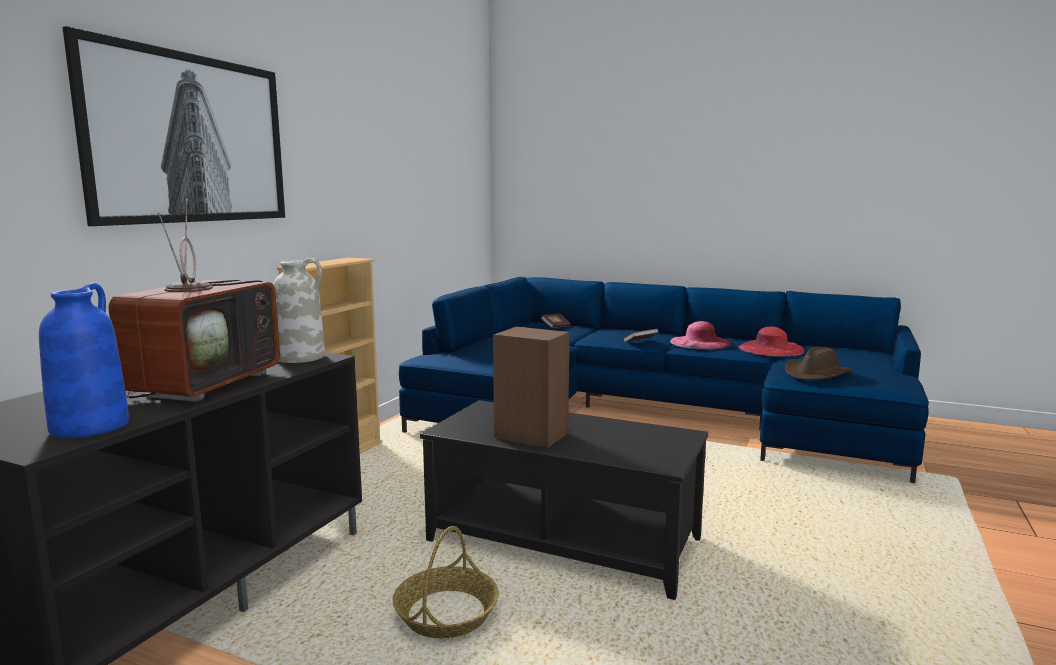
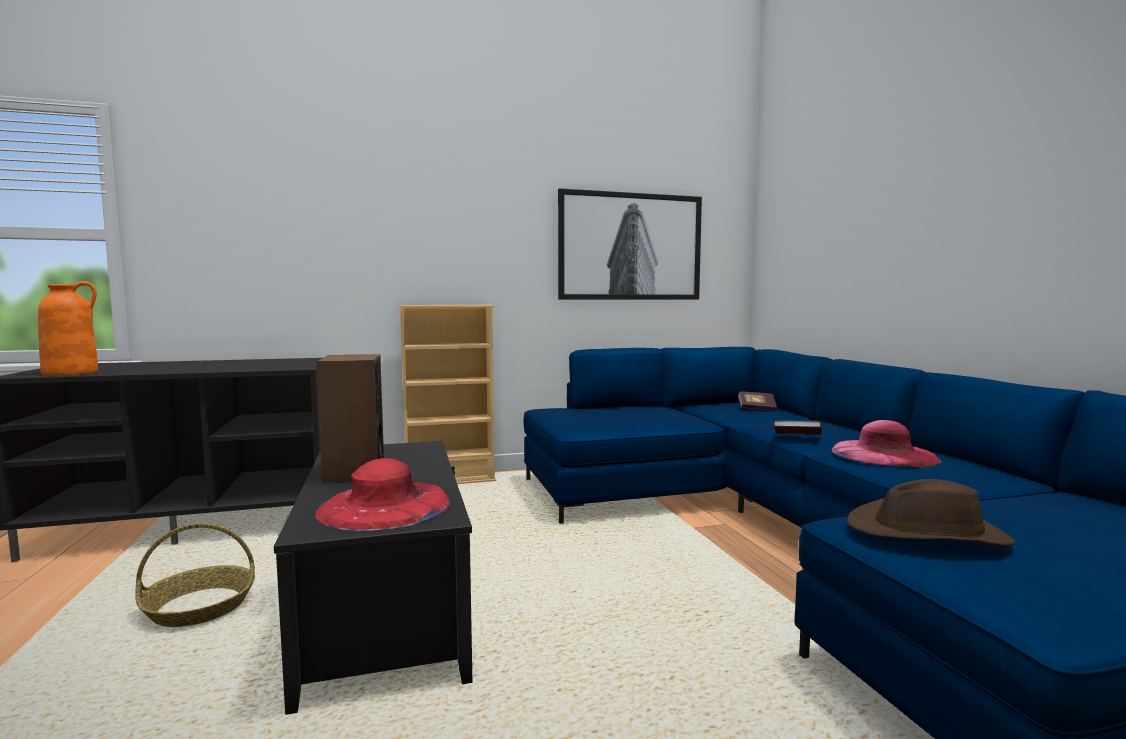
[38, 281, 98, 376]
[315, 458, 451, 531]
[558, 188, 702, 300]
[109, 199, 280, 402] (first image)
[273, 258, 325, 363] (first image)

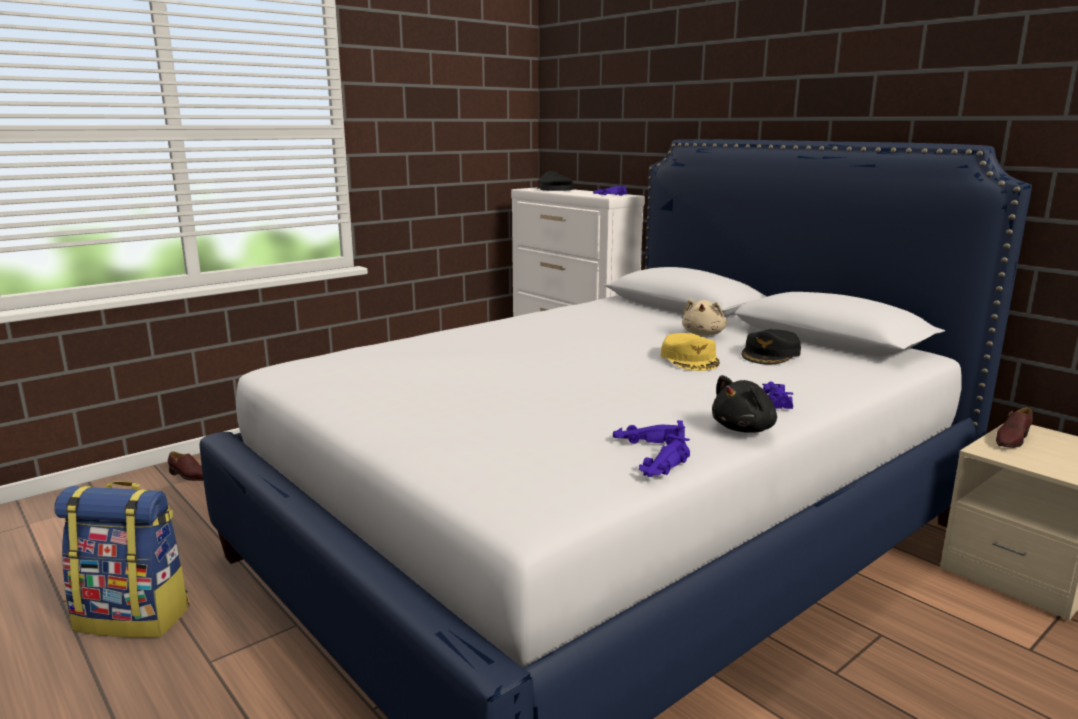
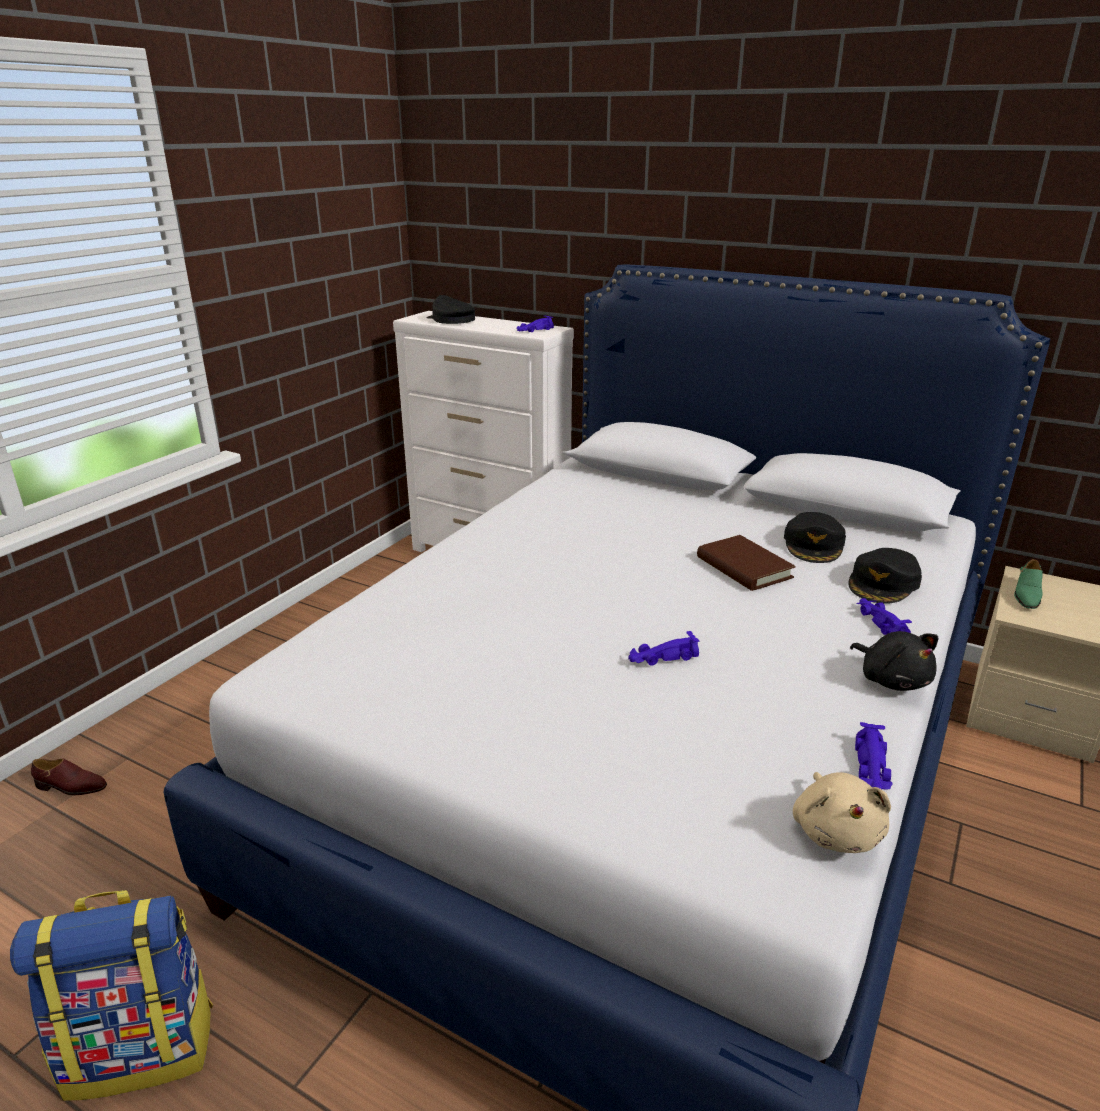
[628, 631, 699, 666]
[697, 535, 796, 591]
[793, 772, 891, 853]
[848, 548, 922, 604]
[850, 631, 939, 691]
[1014, 559, 1043, 609]

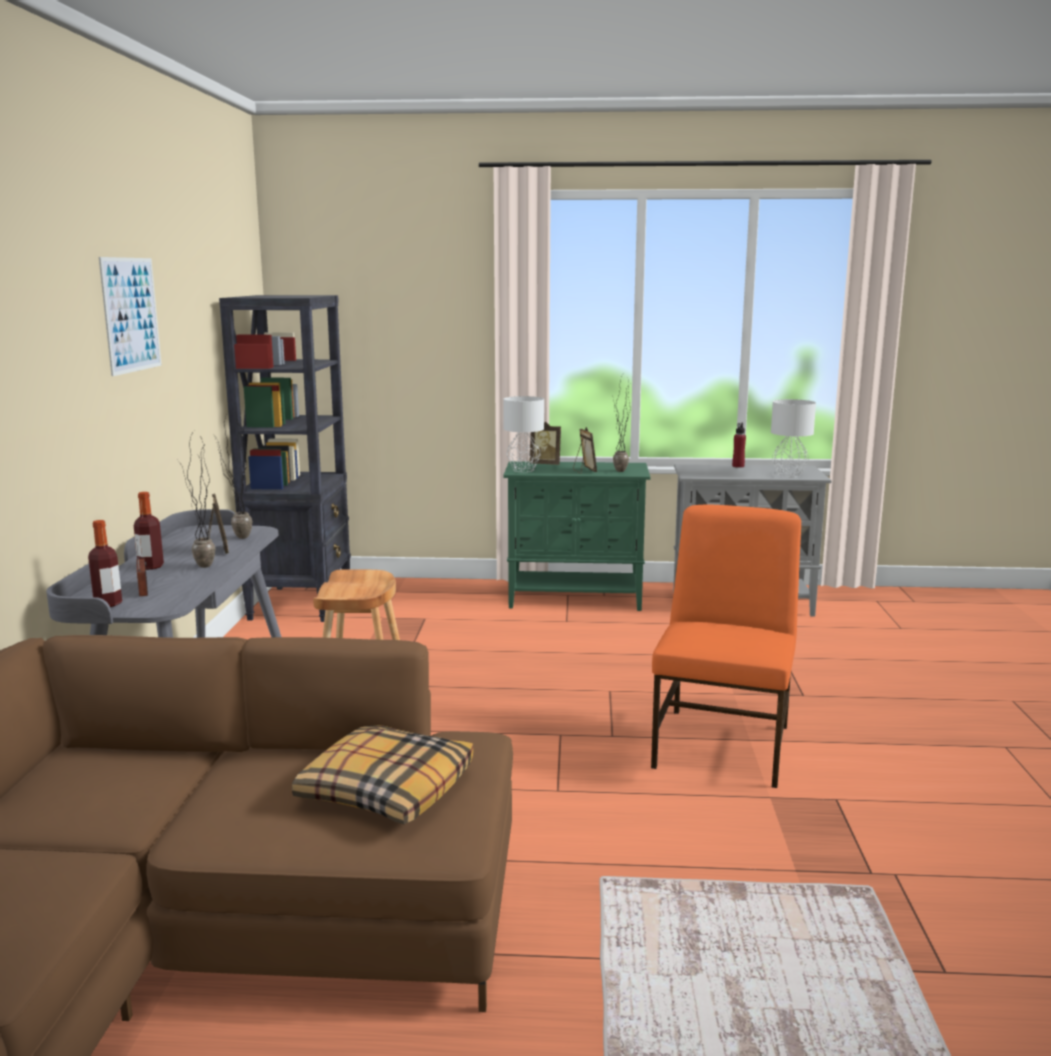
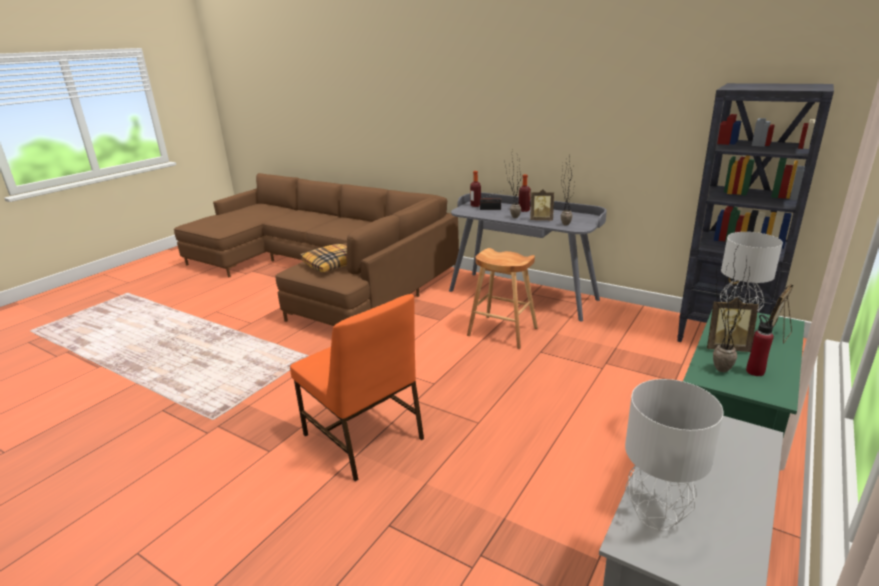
[746, 315, 774, 376]
[99, 257, 162, 376] (first image)

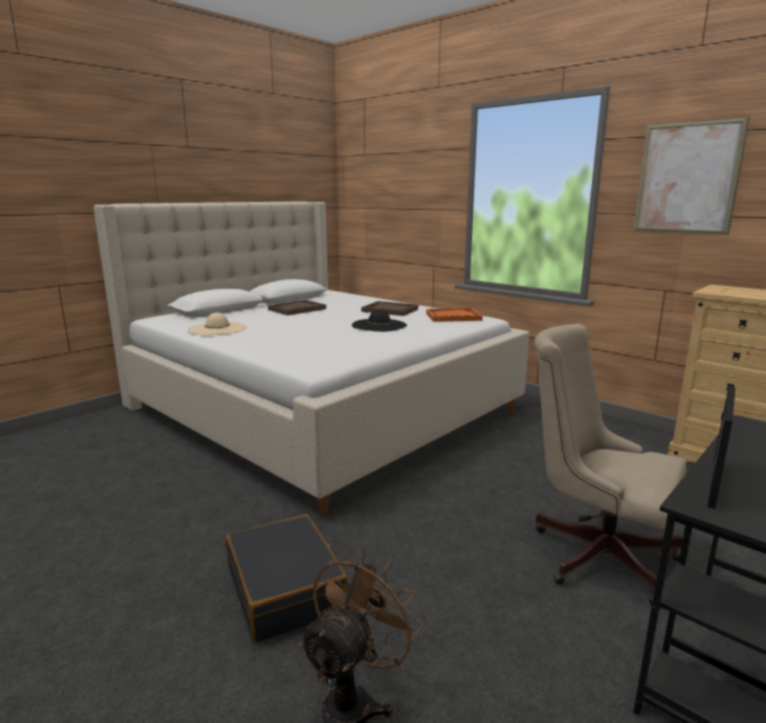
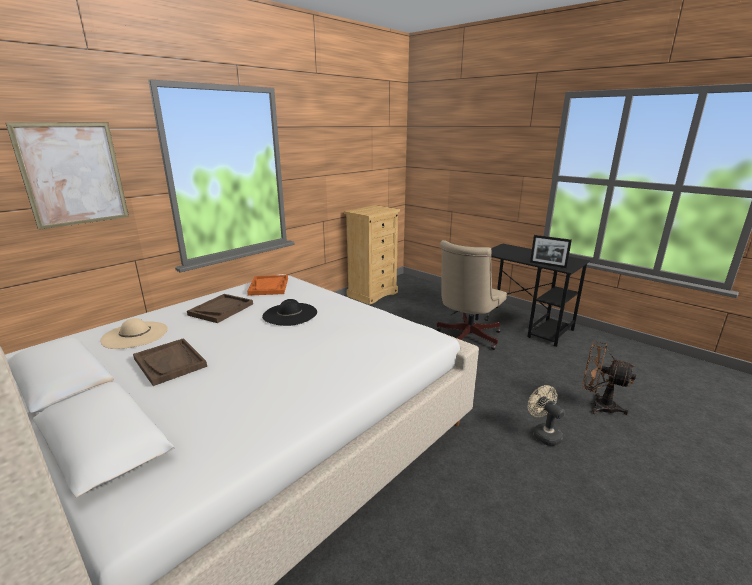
[5, 122, 129, 230]
[100, 318, 168, 349]
[528, 385, 565, 446]

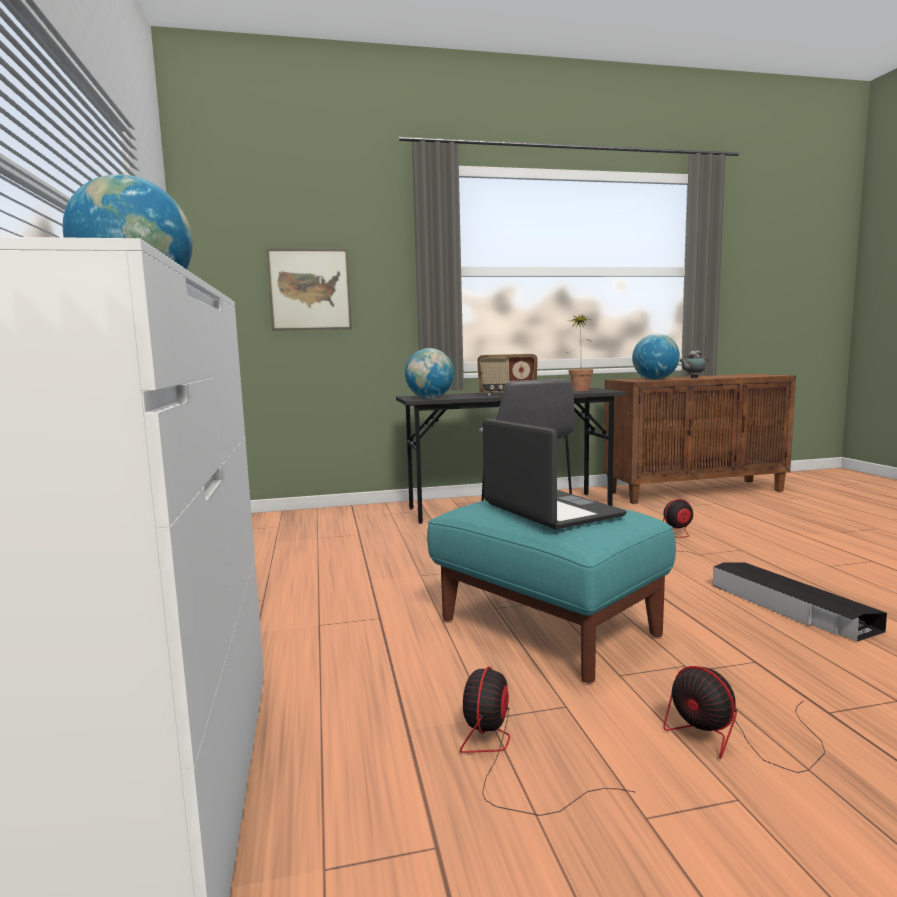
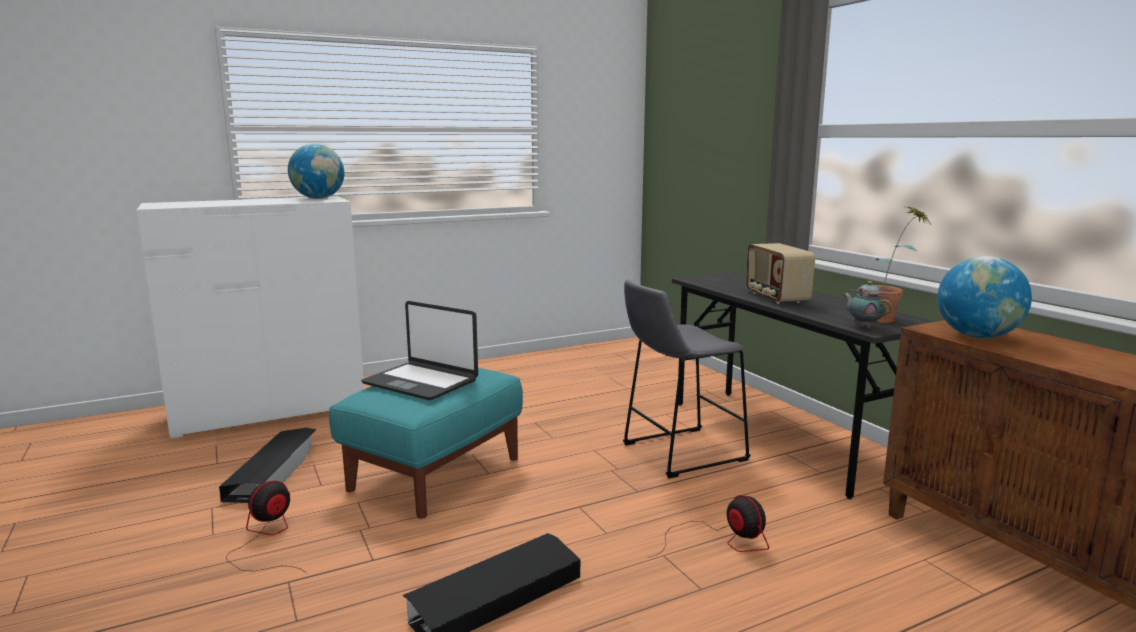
[219, 428, 317, 503]
[361, 301, 478, 400]
[843, 281, 892, 329]
[266, 248, 352, 331] (first image)
[405, 348, 454, 398] (first image)

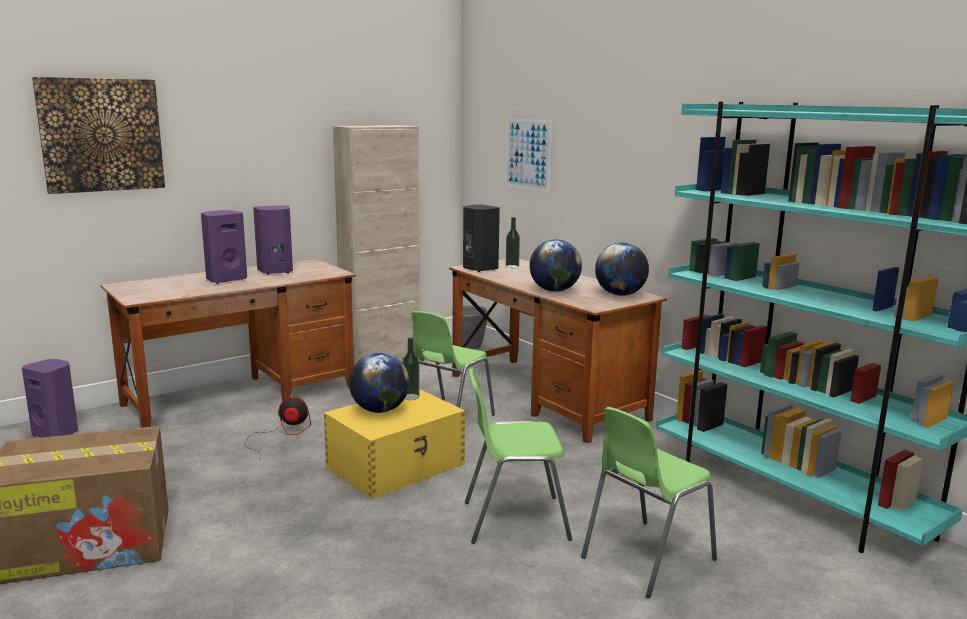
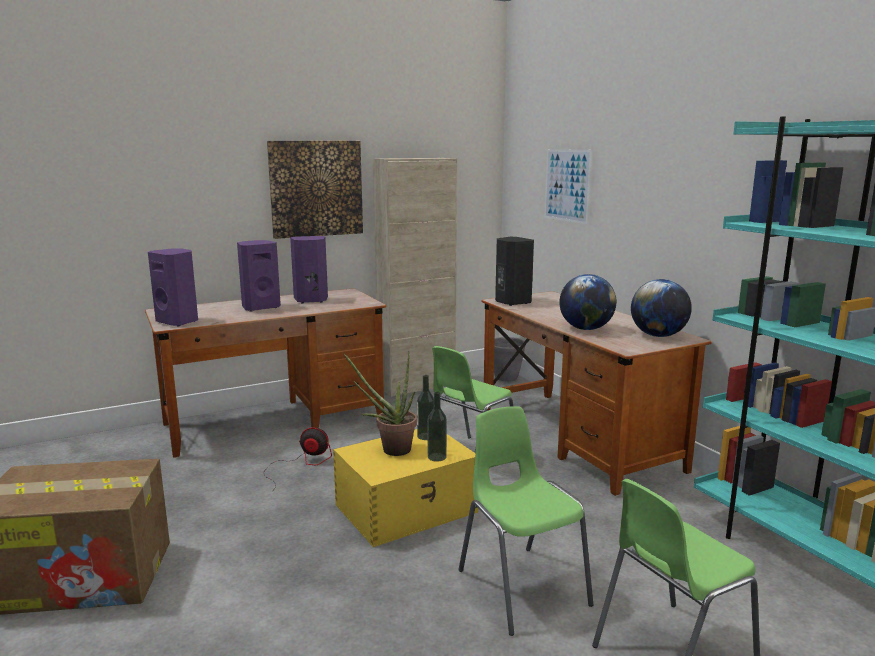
[148, 248, 198, 326]
[267, 141, 363, 239]
[344, 351, 417, 456]
[427, 391, 447, 462]
[458, 406, 593, 636]

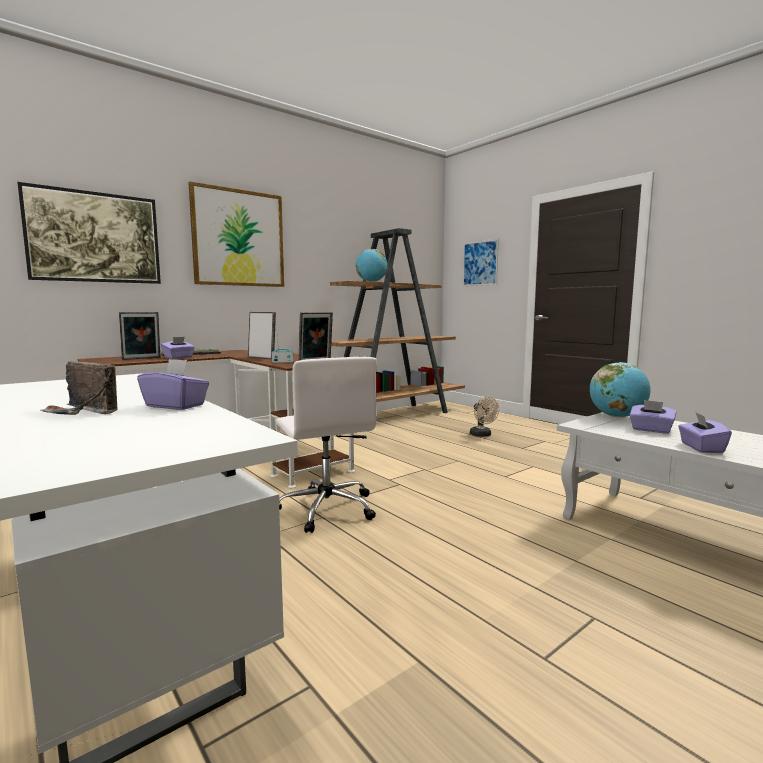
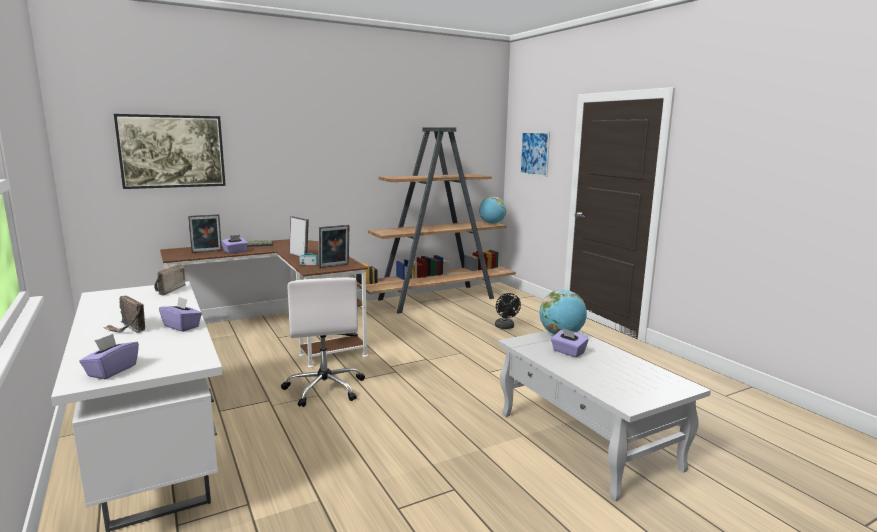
[79, 334, 139, 379]
[154, 264, 185, 295]
[479, 197, 506, 224]
[495, 293, 521, 329]
[189, 182, 284, 287] (first image)

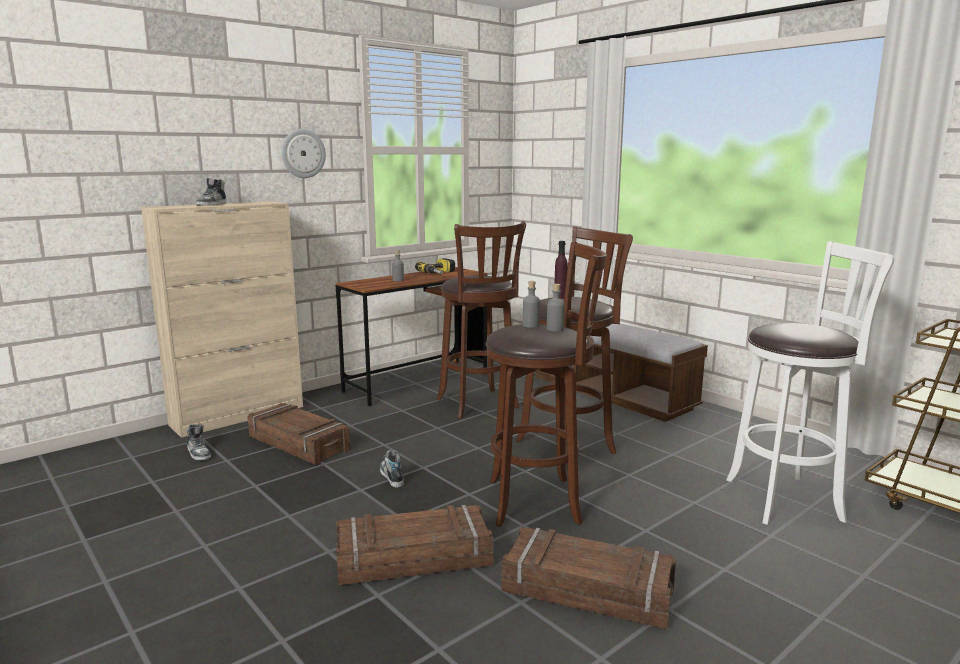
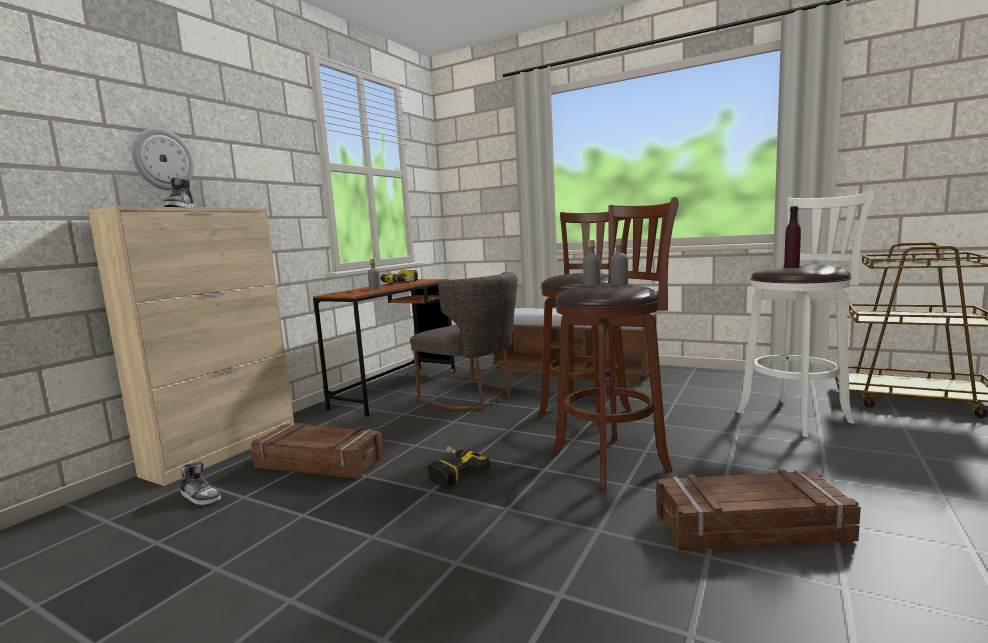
[131, 128, 194, 190]
[410, 272, 517, 410]
[428, 446, 490, 488]
[784, 206, 801, 268]
[336, 505, 493, 585] (first image)

